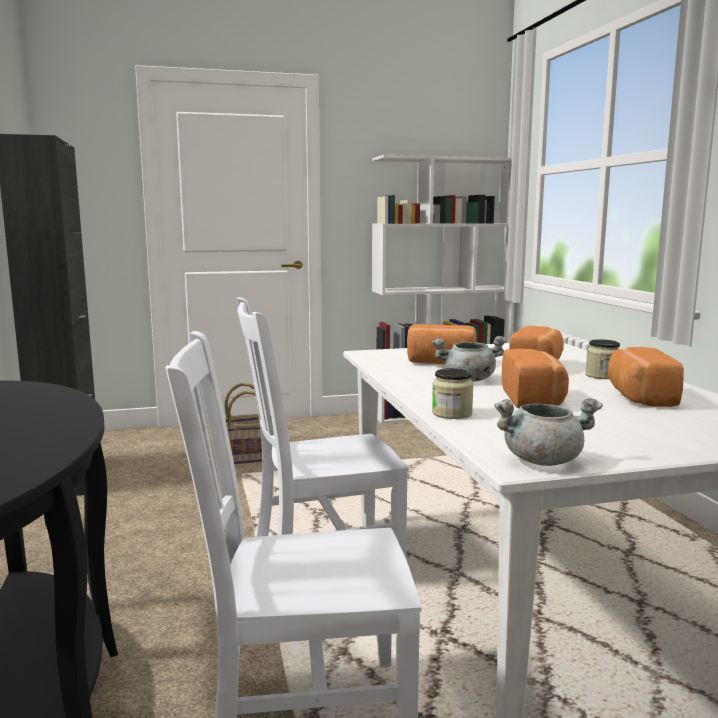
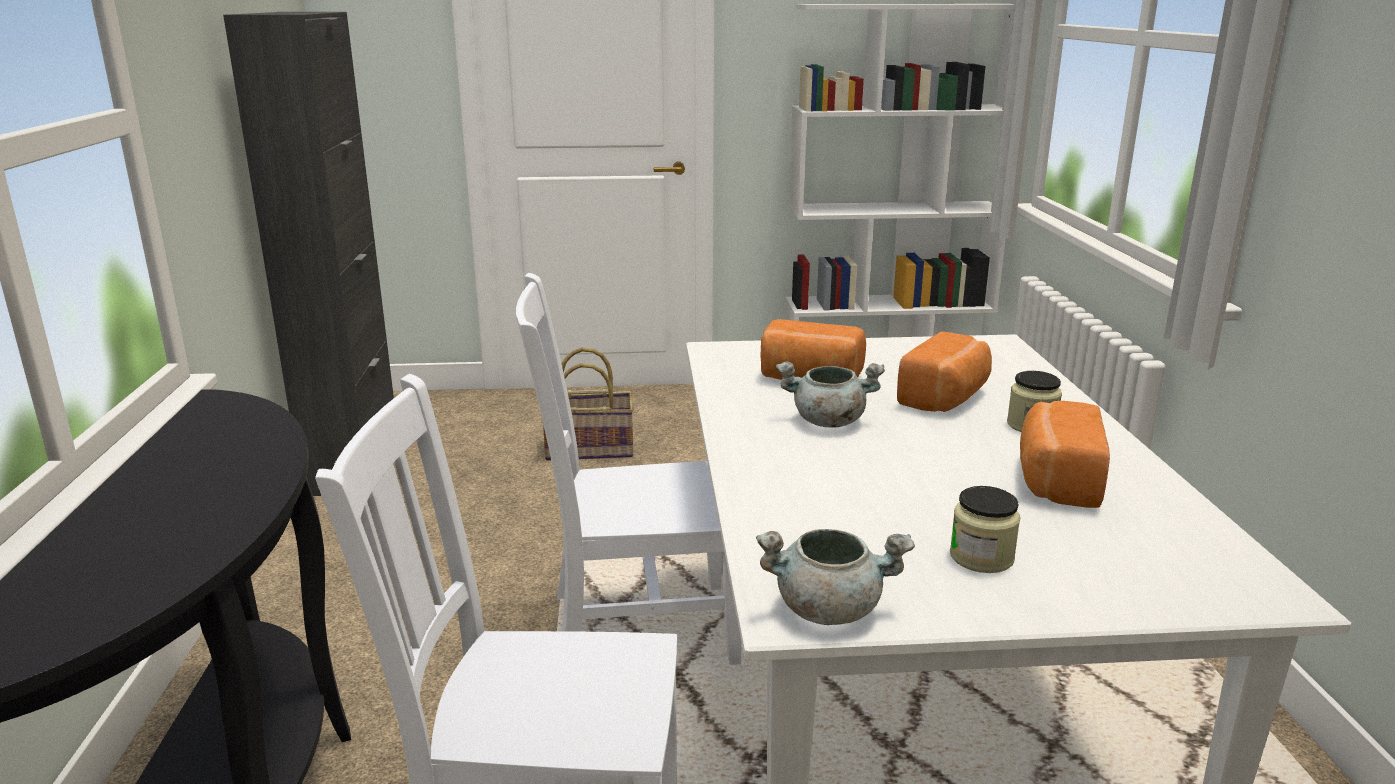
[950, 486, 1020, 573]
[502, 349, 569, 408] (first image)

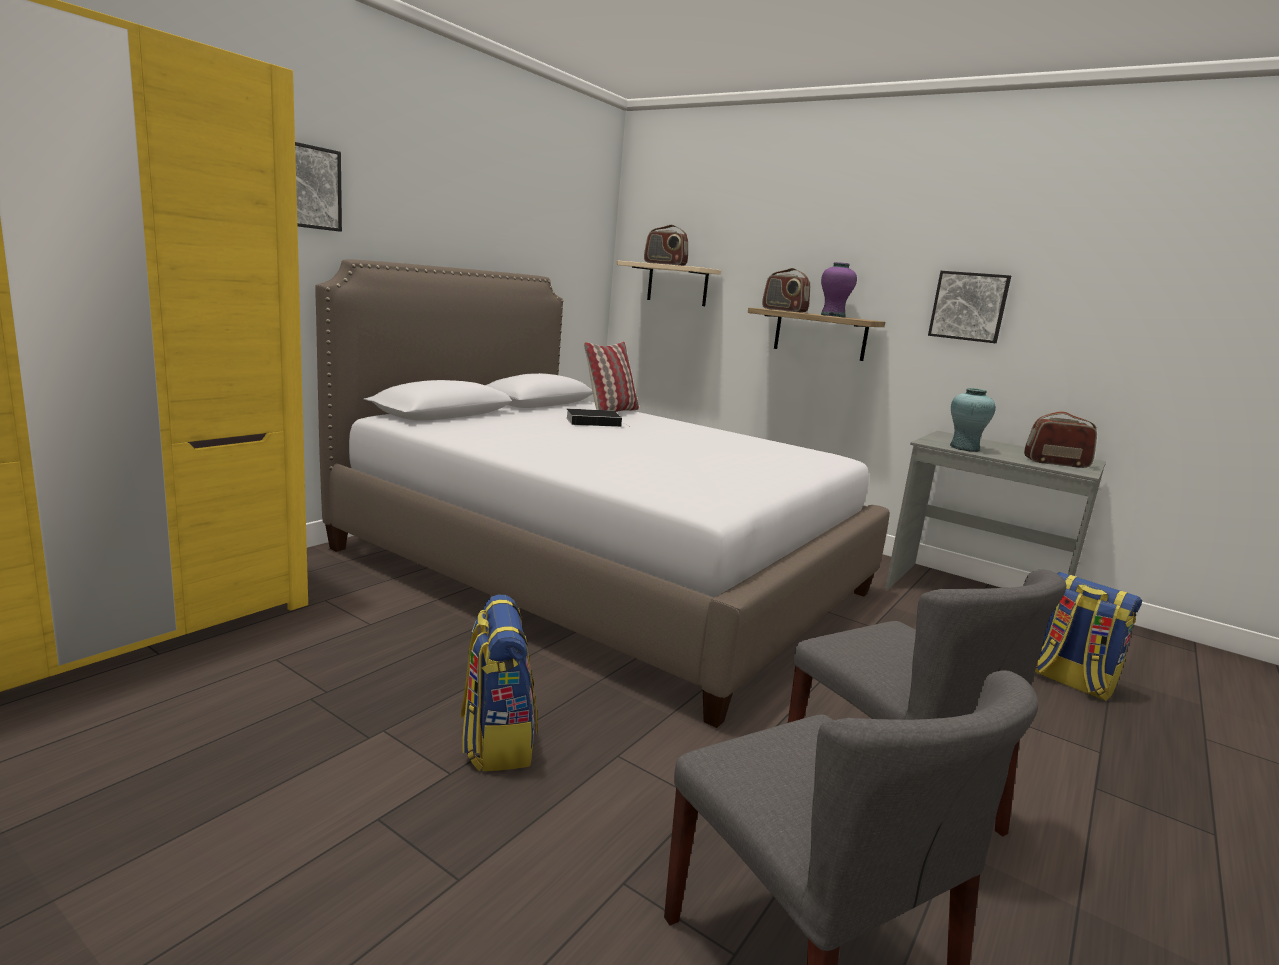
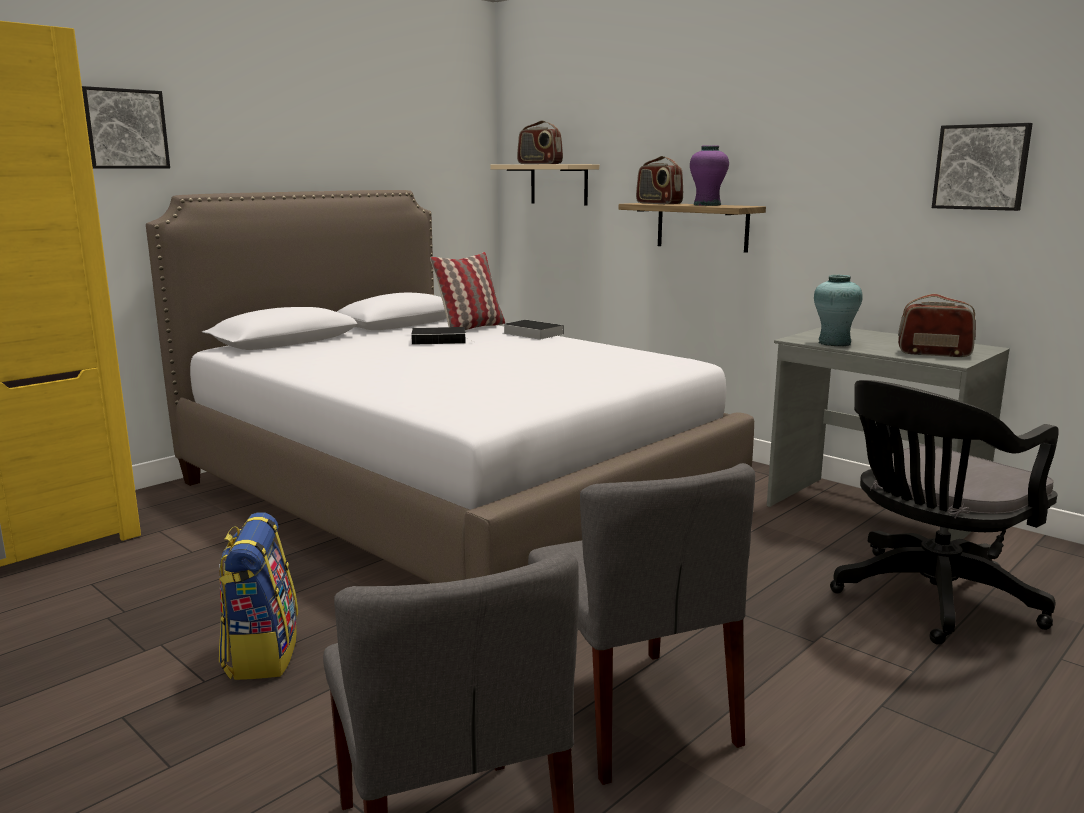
[503, 320, 564, 340]
[830, 380, 1059, 645]
[932, 123, 1033, 211]

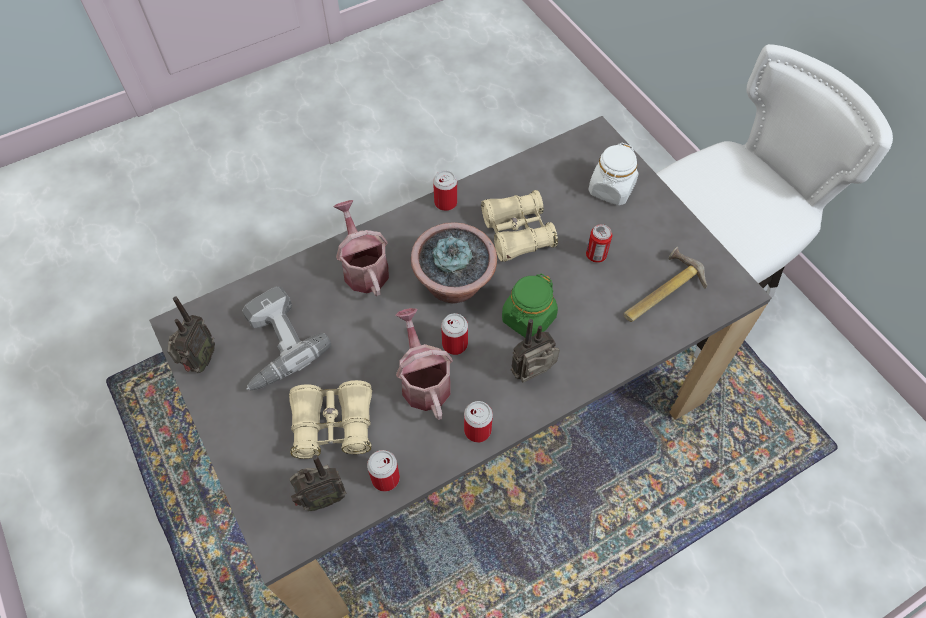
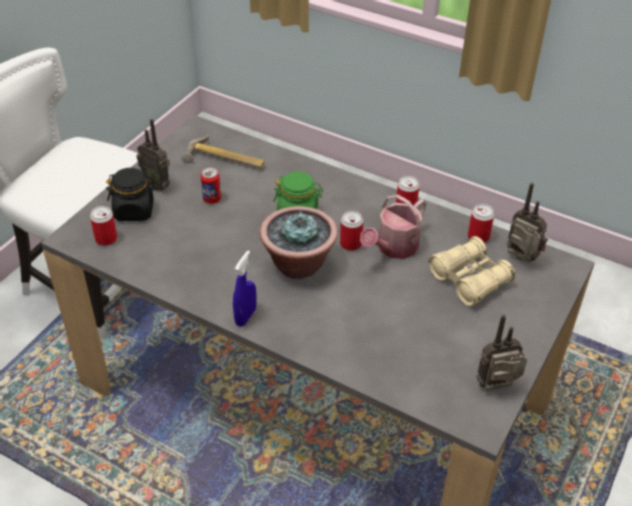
[90, 206, 117, 246]
[106, 168, 156, 221]
[136, 119, 170, 191]
[233, 251, 257, 327]
[242, 286, 331, 390] (first image)
[333, 200, 389, 296] (first image)
[481, 190, 558, 262] (first image)

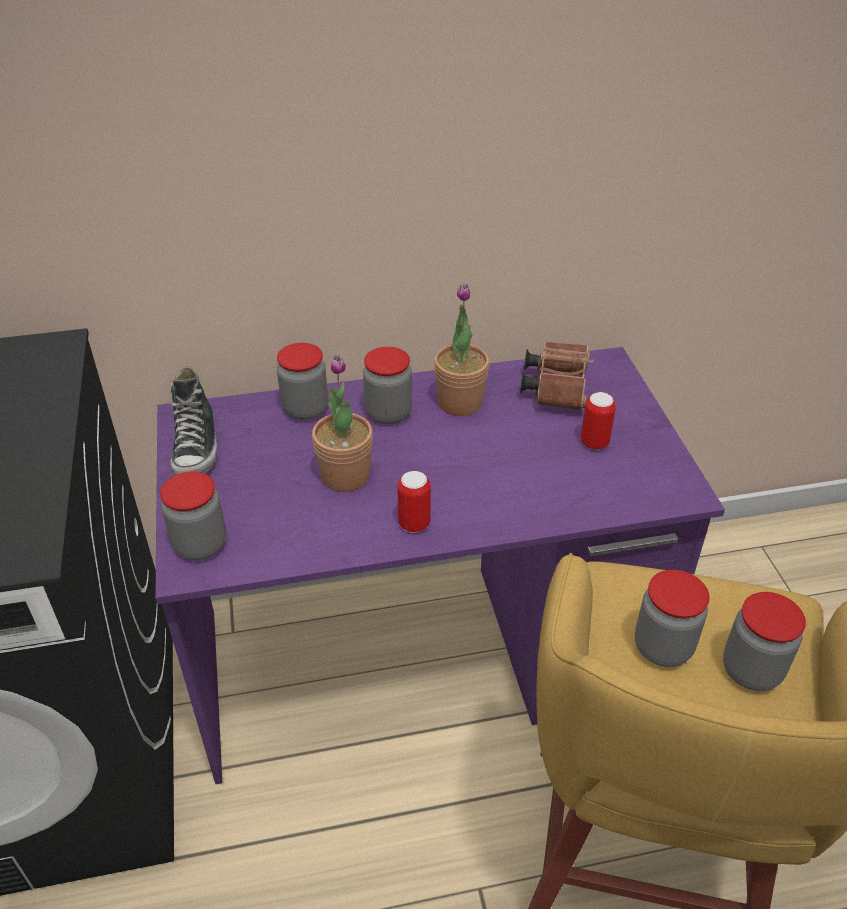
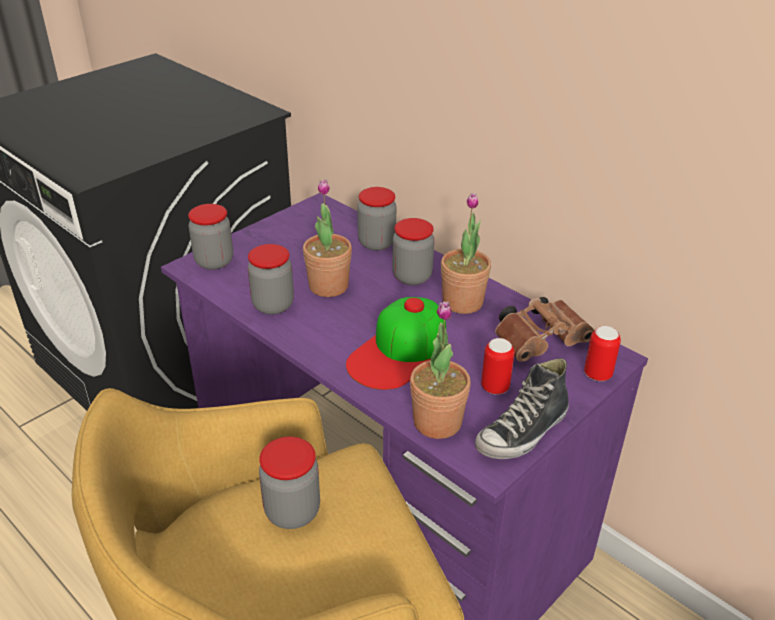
[248, 244, 294, 315]
[346, 297, 446, 390]
[410, 301, 471, 439]
[475, 358, 569, 459]
[584, 326, 621, 381]

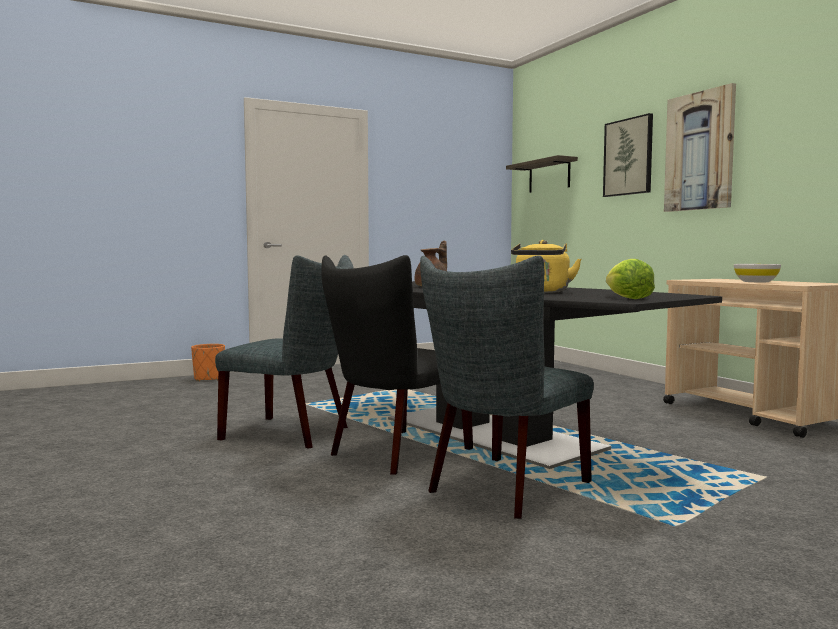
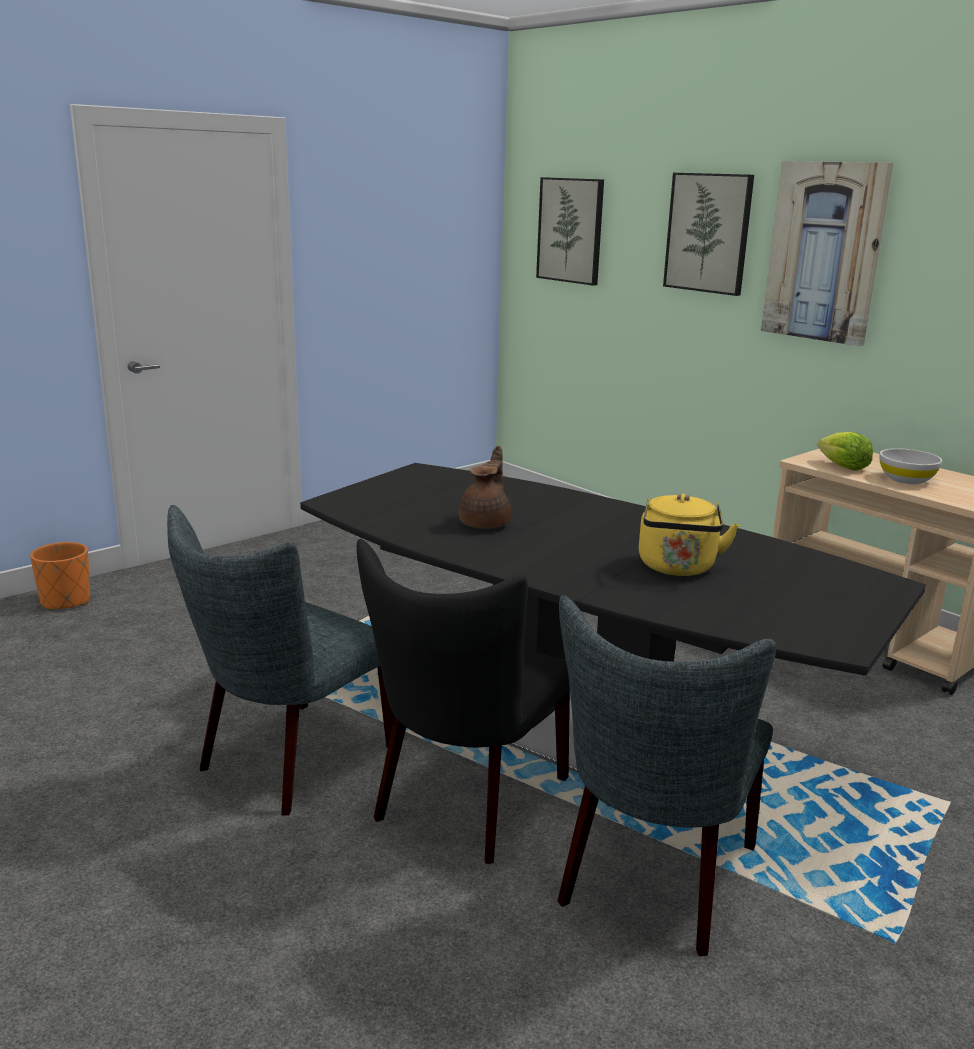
[167, 505, 395, 815]
[536, 177, 604, 285]
[817, 432, 873, 471]

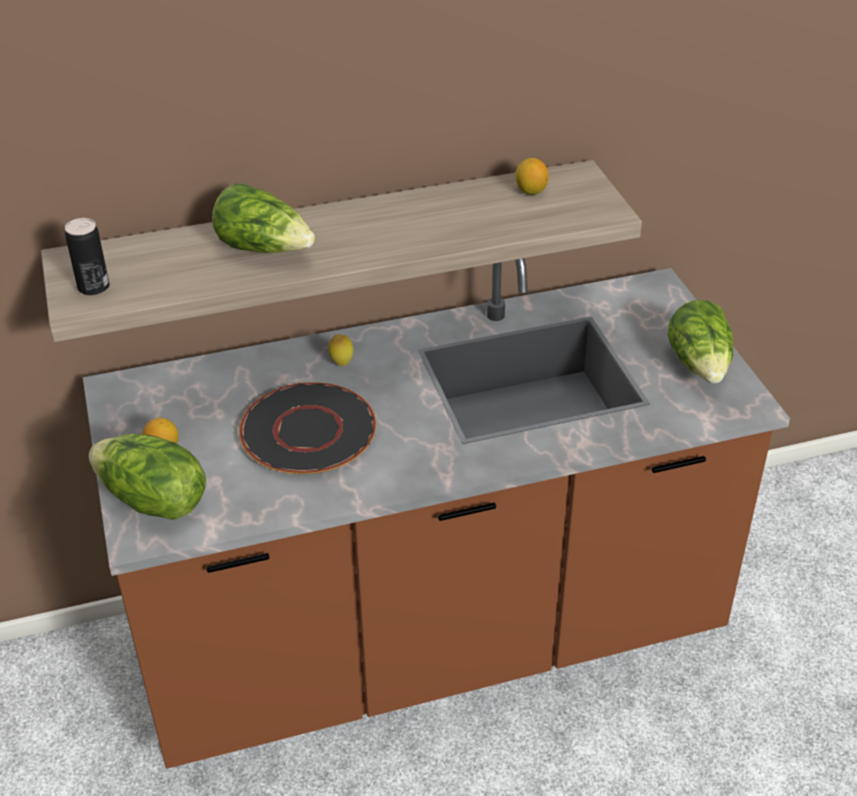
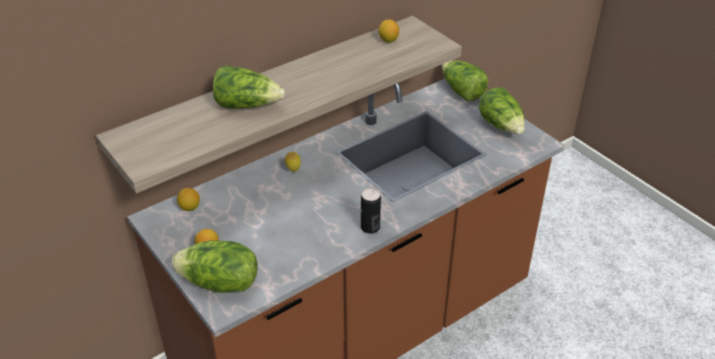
[177, 188, 200, 211]
[361, 188, 381, 234]
[442, 60, 488, 101]
[239, 382, 376, 474] (first image)

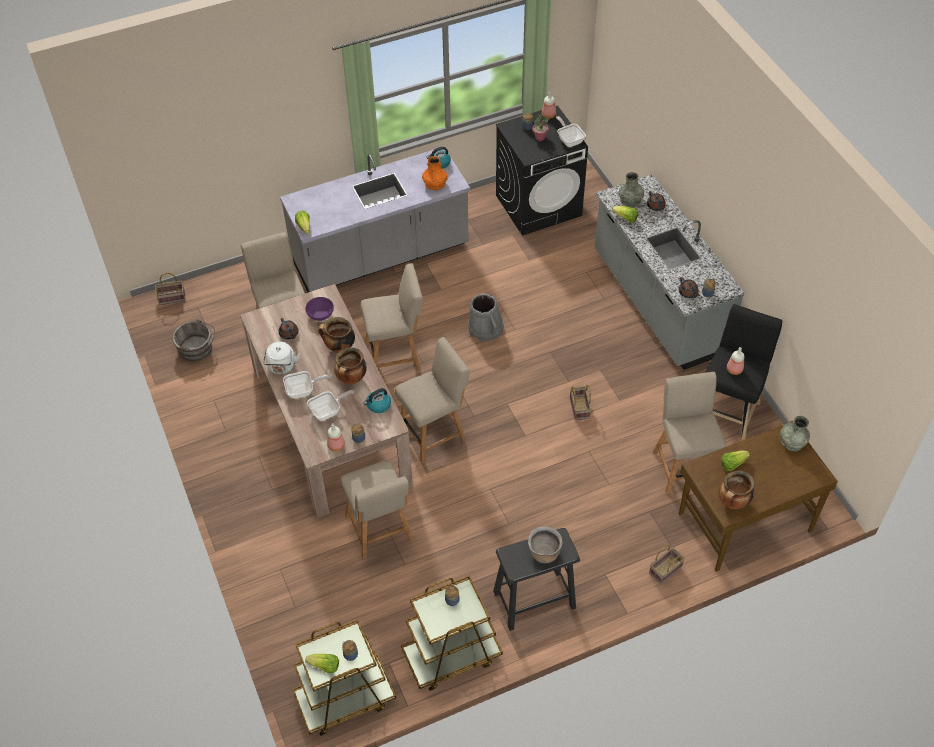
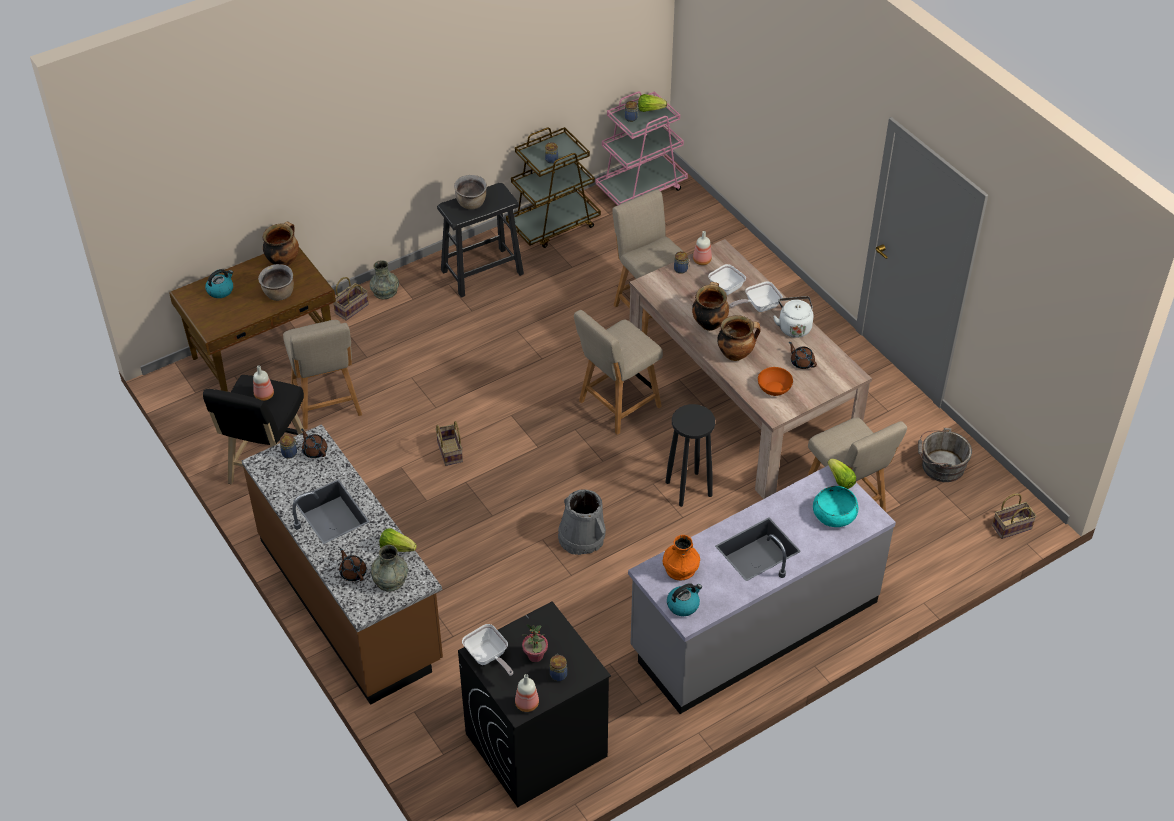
[205, 269, 233, 298]
[241, 424, 443, 705]
[258, 264, 294, 301]
[370, 260, 399, 299]
[595, 91, 688, 205]
[665, 404, 715, 507]
[758, 367, 793, 396]
[813, 486, 858, 527]

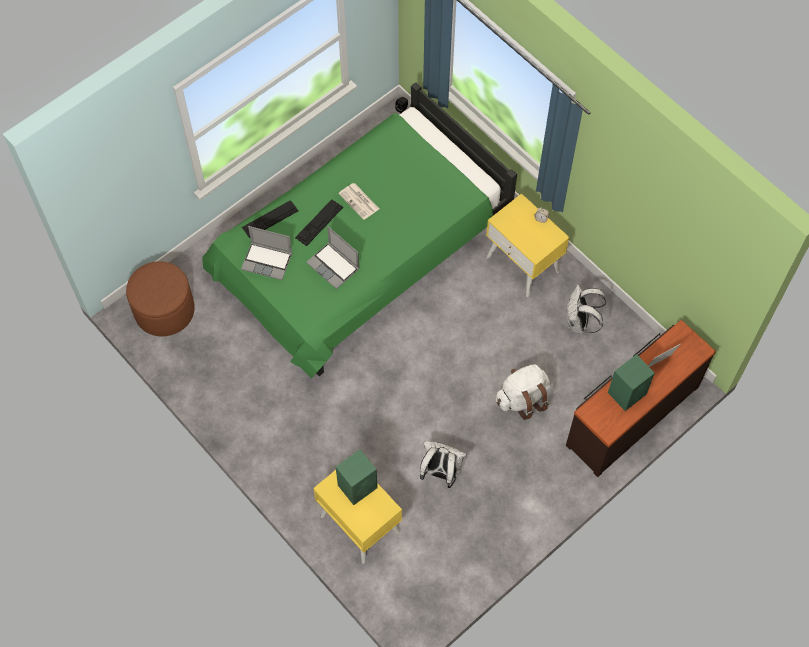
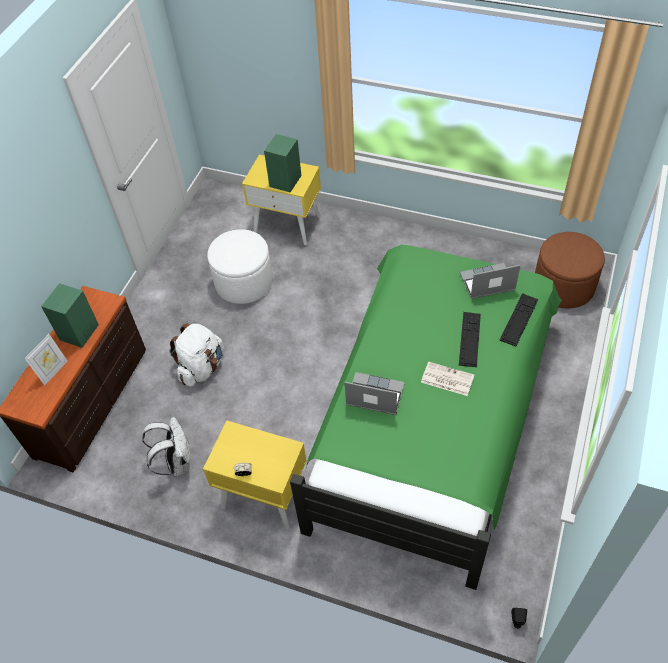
[207, 229, 273, 304]
[345, 372, 405, 415]

